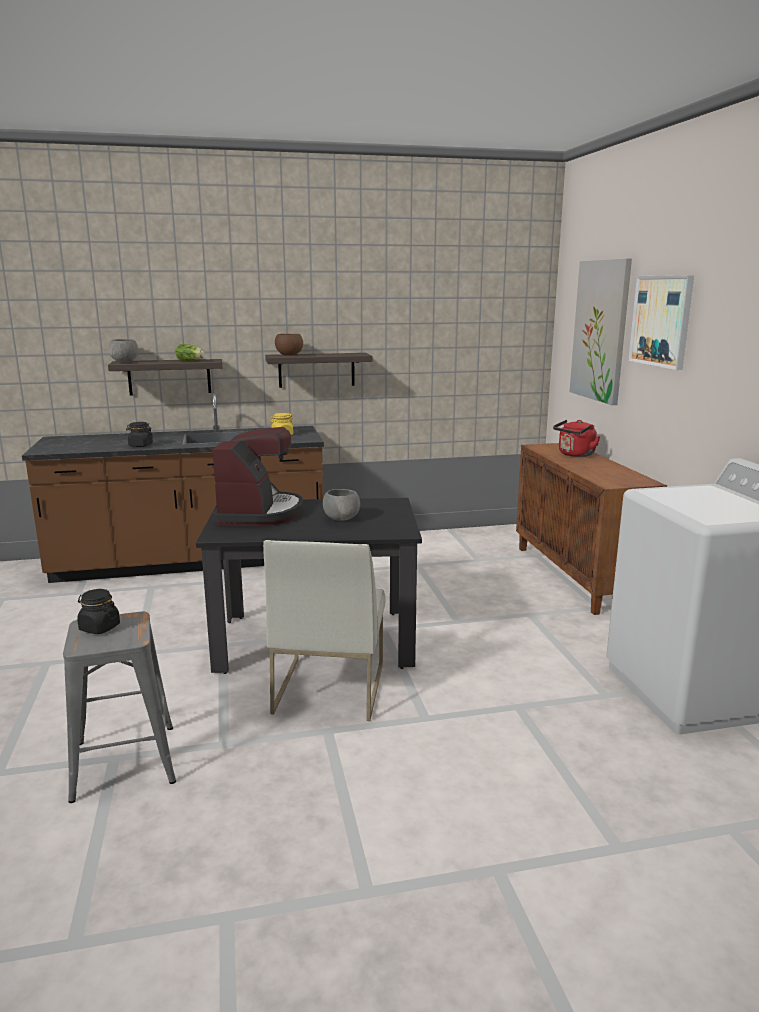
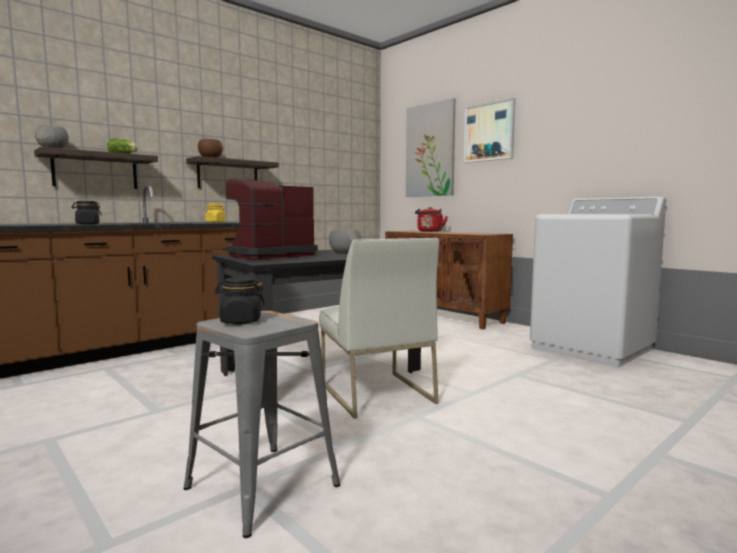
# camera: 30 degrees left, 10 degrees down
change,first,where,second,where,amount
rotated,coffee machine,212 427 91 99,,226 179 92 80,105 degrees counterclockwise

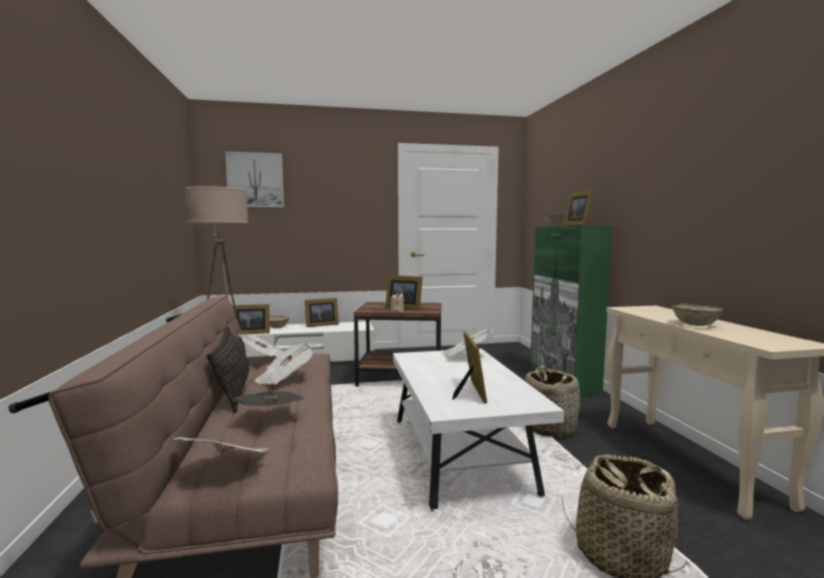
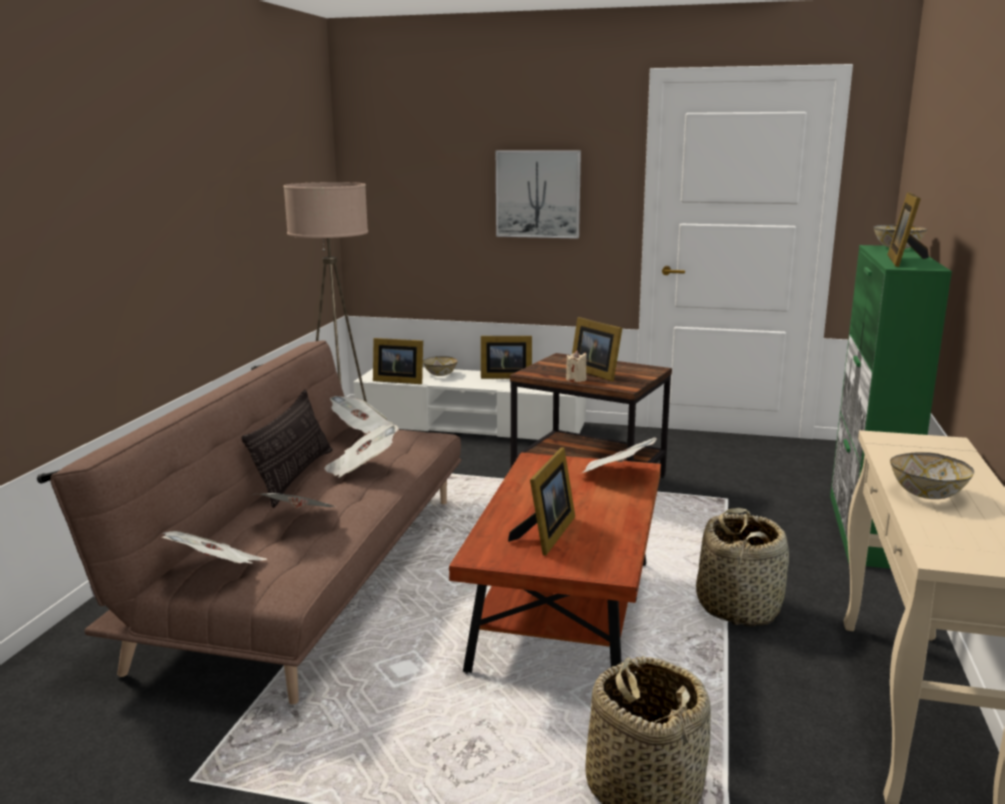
# camera: 25 degrees right, 10 degrees up
change,first,where,second,where,amount
shifted,picture,226 152 58 55,,496 151 85 88,
repainted,white coffee table,393 348 171 163,brown coffee table,449 452 212 222,

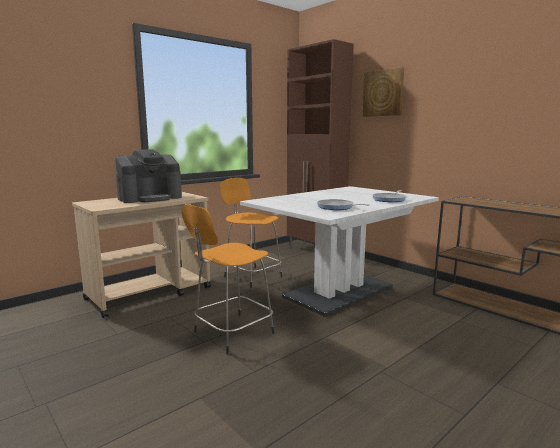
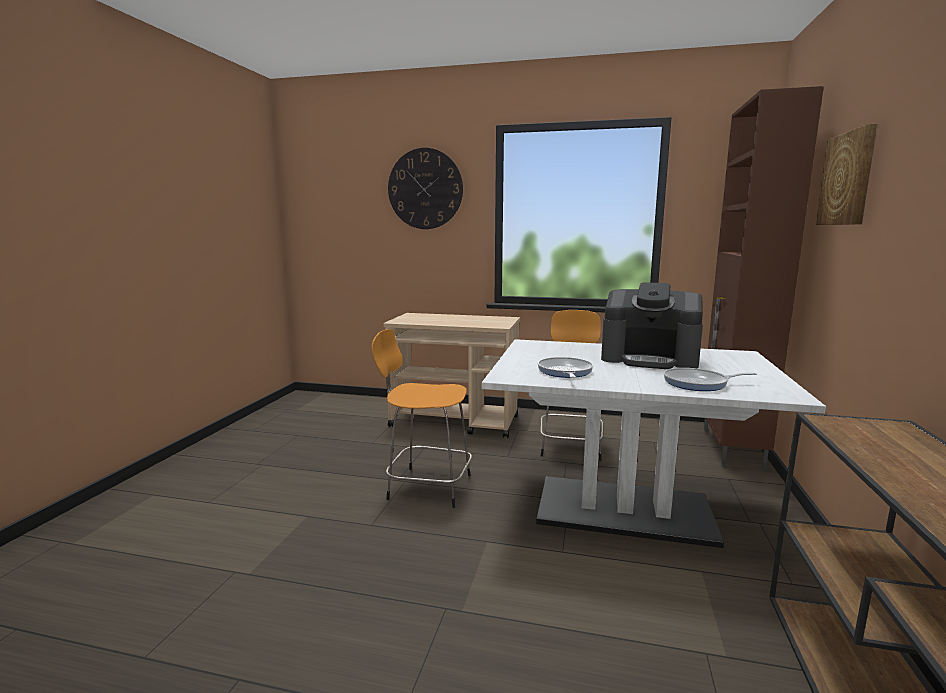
# camera: 55 degrees right, 0 degrees up
change,first,where,second,where,amount
shifted,coffee machine,115 149 67 54,,601 282 102 87,
new,,,wall clock,388 148 75 81,

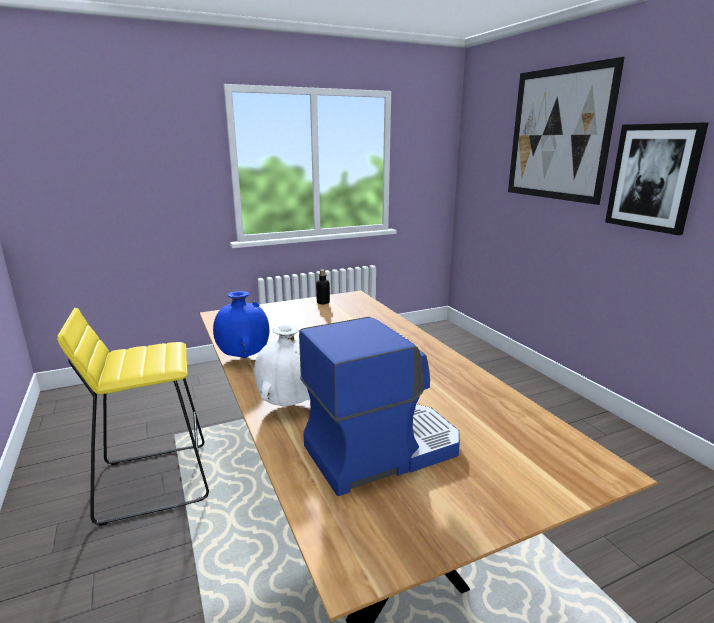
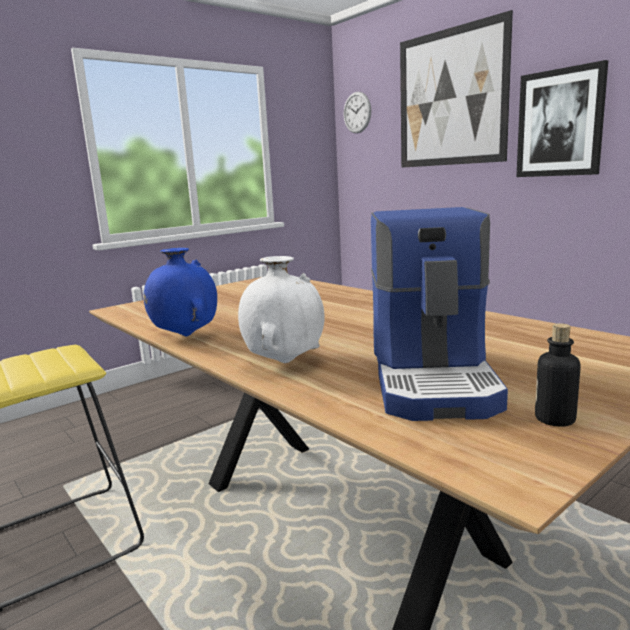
# camera: 15 degrees left, 5 degrees down
change,first,where,second,where,amount
shifted,bottle,316 269 14 35,,535 323 46 104,
rotated,coffee machine,299 317 161 179,,371 207 137 214,135 degrees clockwise
new,,,wall clock,344 92 27 41,

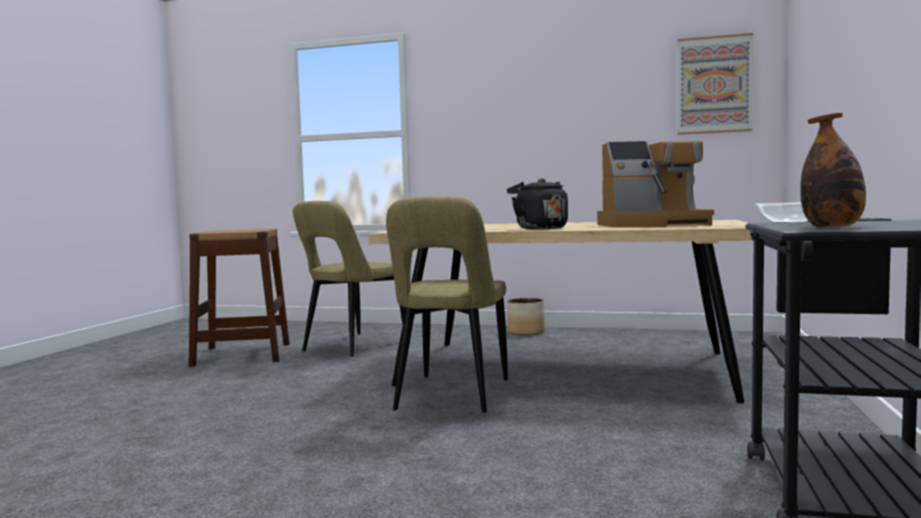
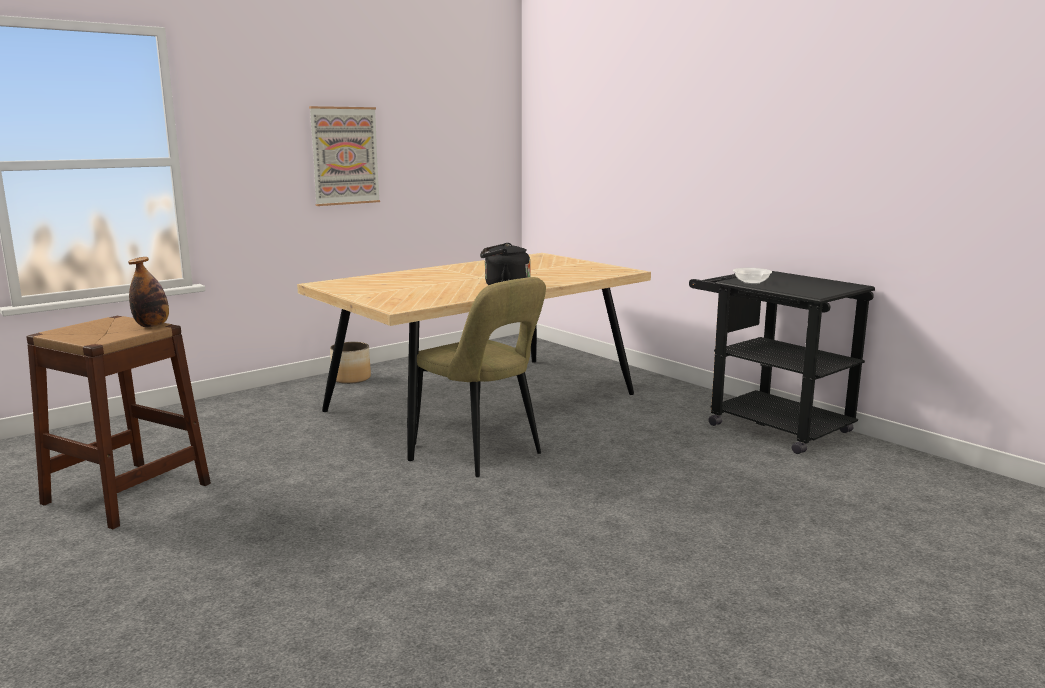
# camera: 55 degrees left, 10 degrees up
change,first,where,second,where,amount
shifted,picture,677 33 76 102,,309 106 71 100,
shifted,bottle,800 113 66 115,,128 257 41 70,
gone,coffee machine,597 140 117 87,,,
gone,beige chair,293 201 112 156,,,

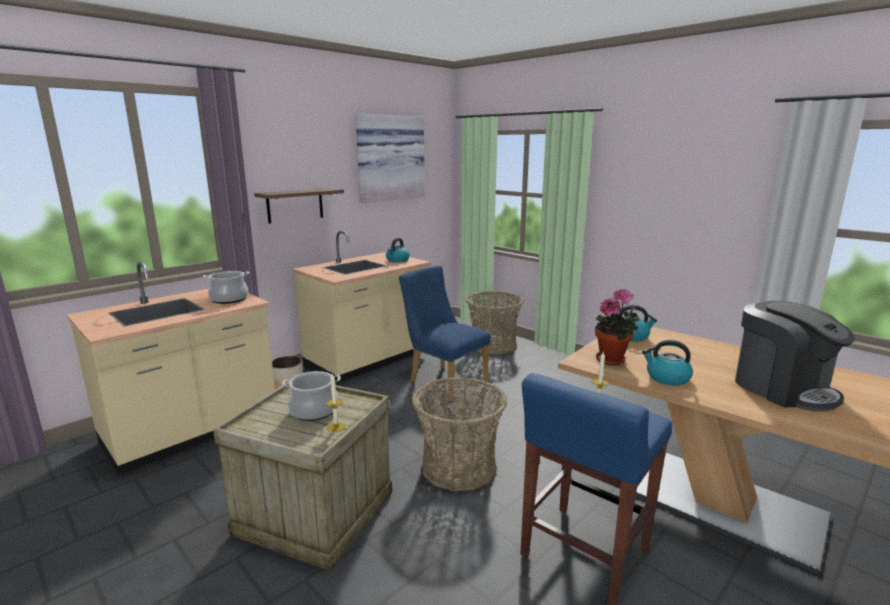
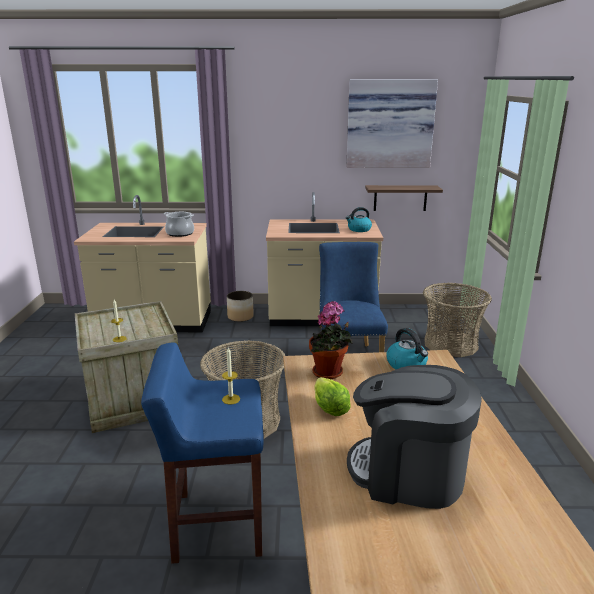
# camera: 45 degrees right, 5 degrees up
change,first,where,second,where,amount
shifted,shelf,254 188 90 36,,365 185 78 26,
rotated,coffee machine,735 301 120 111,,347 365 135 144,90 degrees clockwise
swapped,kettle,642 340 51 45,lettuce,314 377 37 39,
gone,cooking pot,282 371 59 50,,,

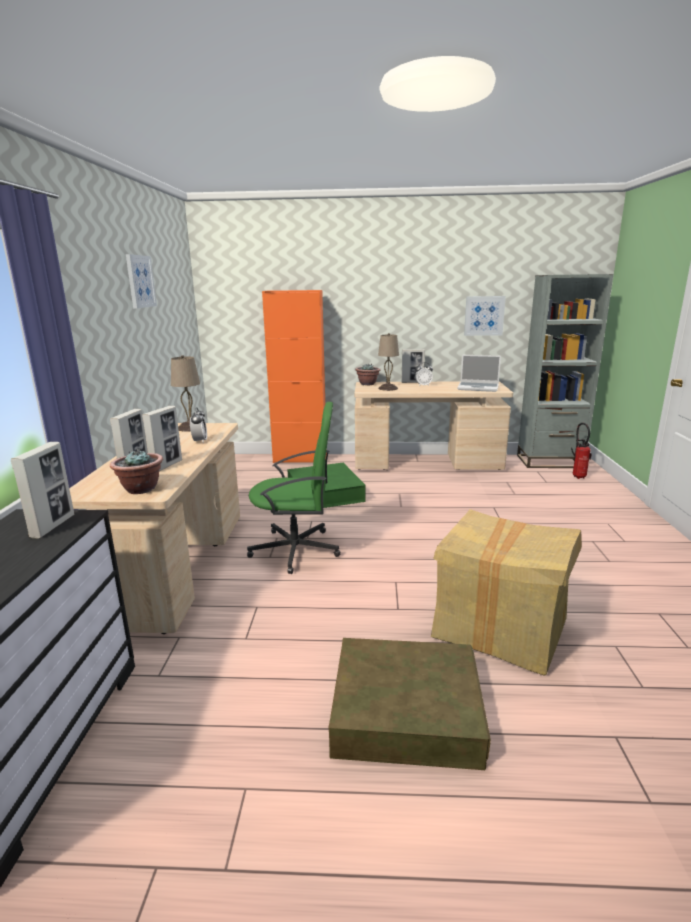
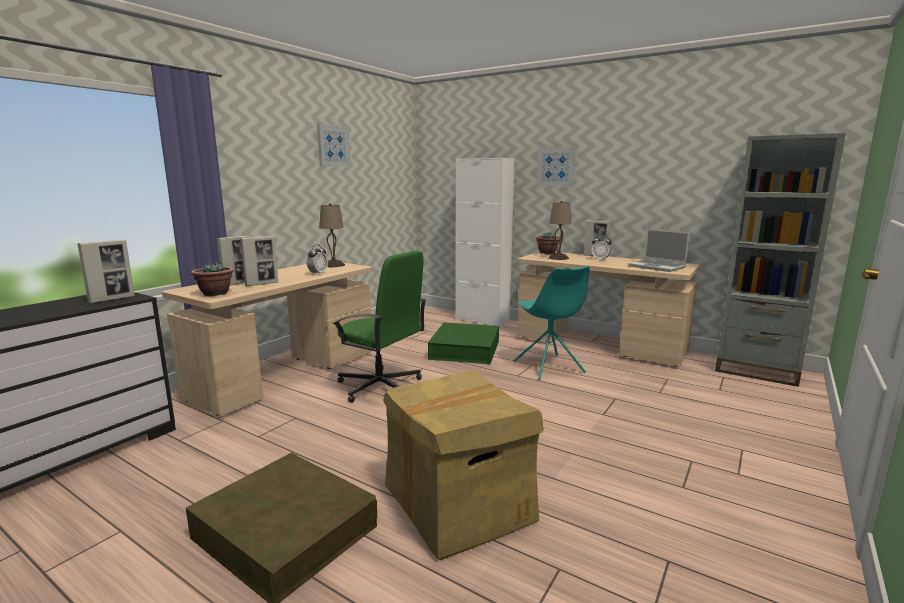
# camera: 30 degrees right, 5 degrees down
change,first,where,second,where,amount
repainted,orange cabinet,262 290 65 173,white cabinet,456 158 58 169,
shifted,picture,464 296 42 40,,537 146 39 41,
gone,fire extinguisher,571 423 21 56,,,
new,,,turquoise chair,514 266 76 114,

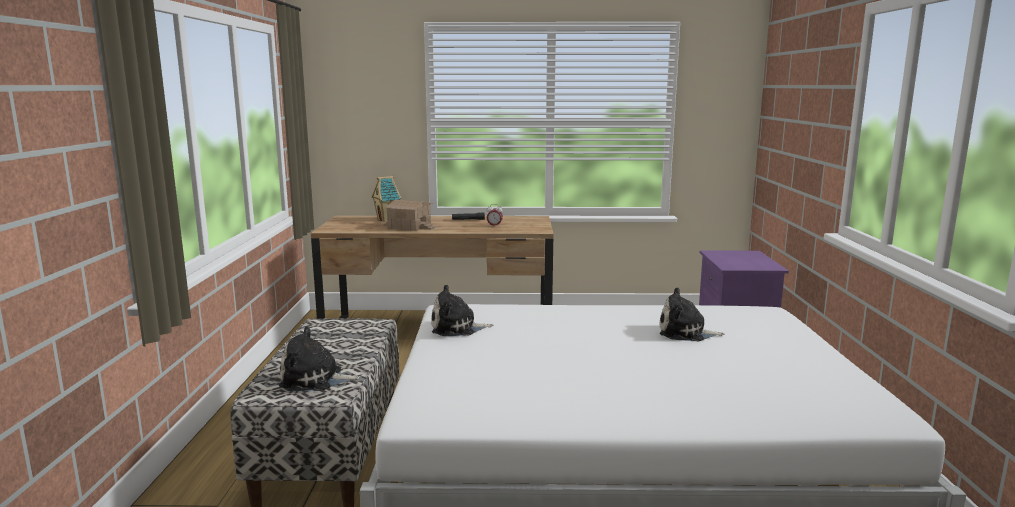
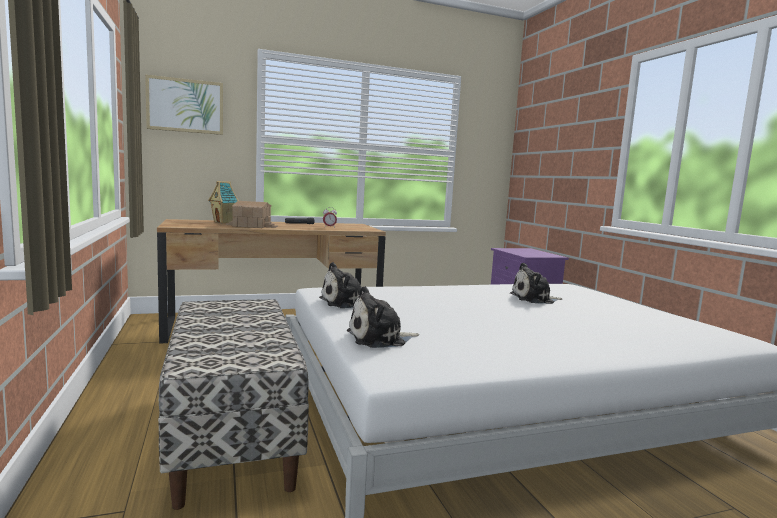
# camera: 20 degrees left, 5 degrees down
change,first,where,second,where,amount
shifted,plush toy,279 326 81 65,,347 286 72 62,
new,,,picture,145 75 78 60,

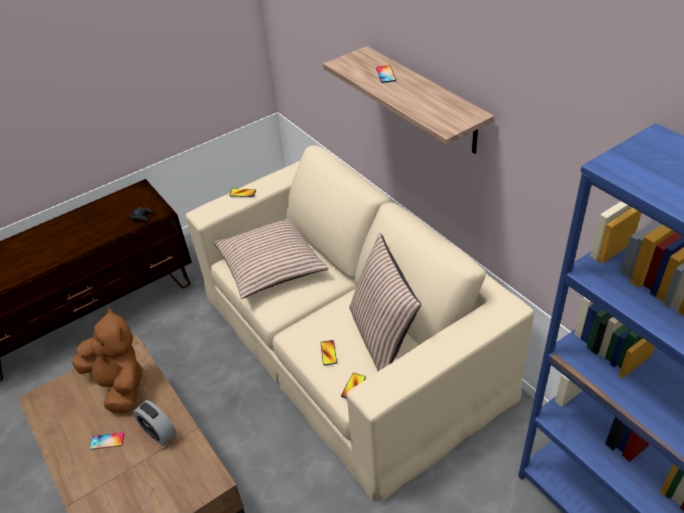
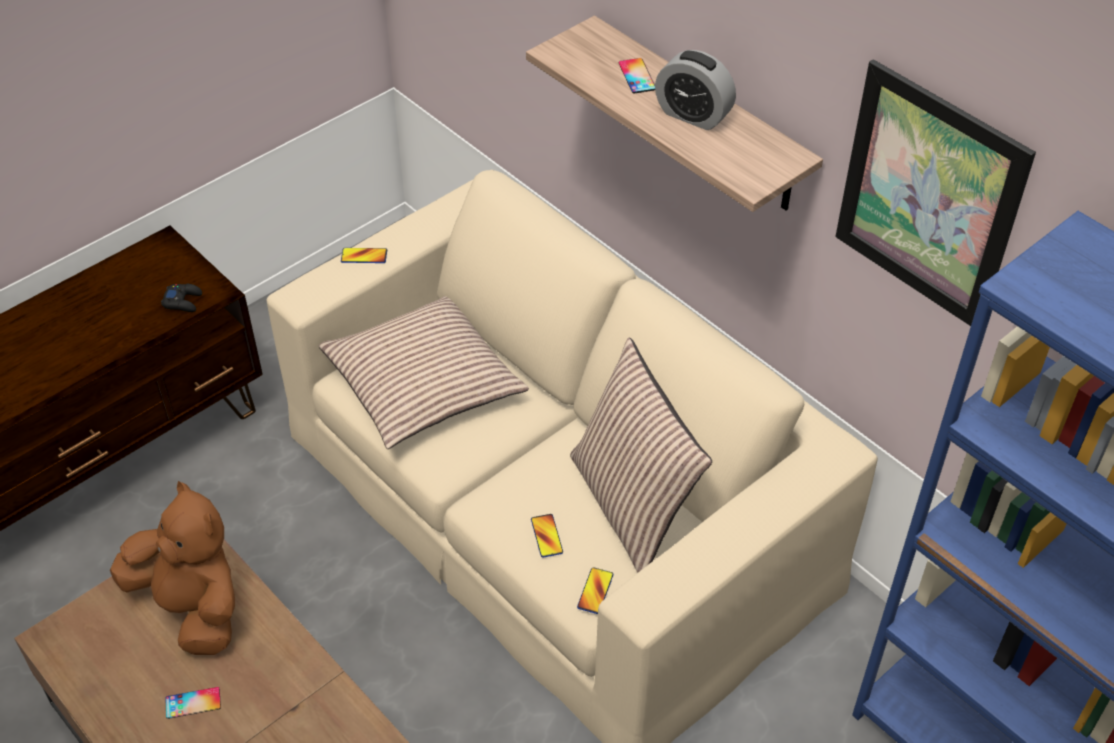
# camera: 10 degrees left, 5 degrees up
change,first,where,second,where,amount
shifted,alarm clock,133 400 43 46,,655 50 81 80,
new,,,picture,835 59 201 267,

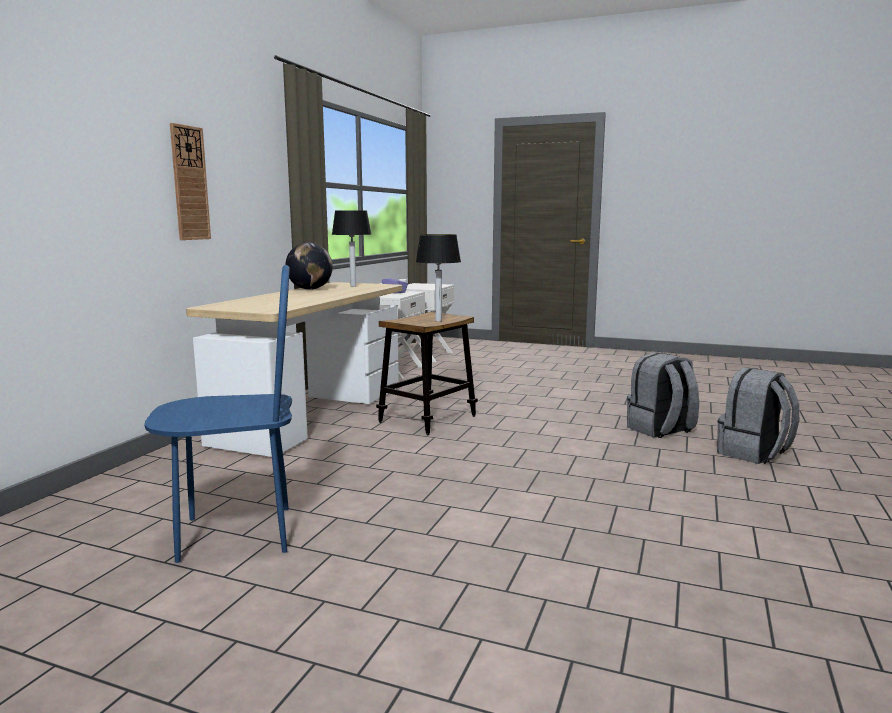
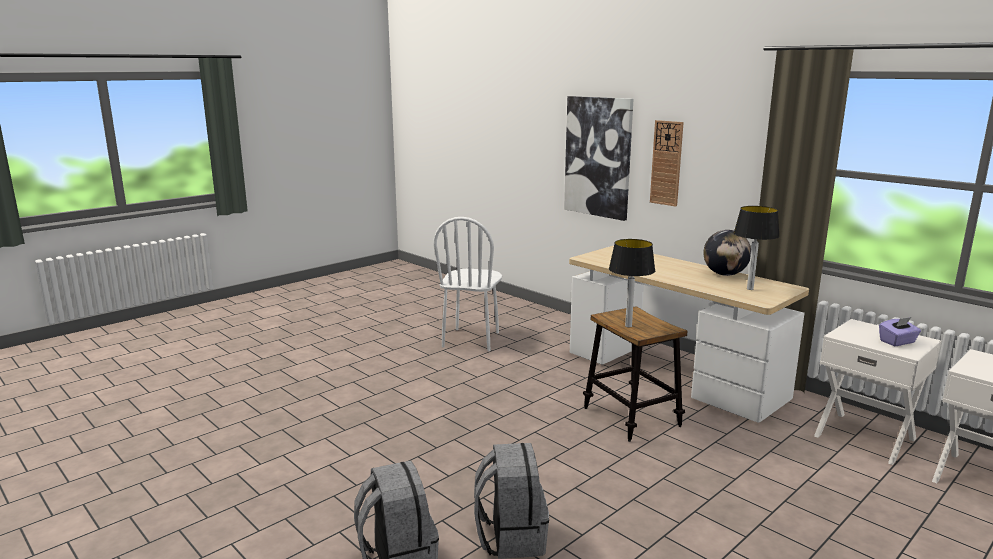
# camera: 115 degrees right, 5 degrees up
change,first,where,second,where,amount
repainted,blue chair,144 265 148 298,white chair,433 217 69 134,
new,,,picture,564 96 70 125,

